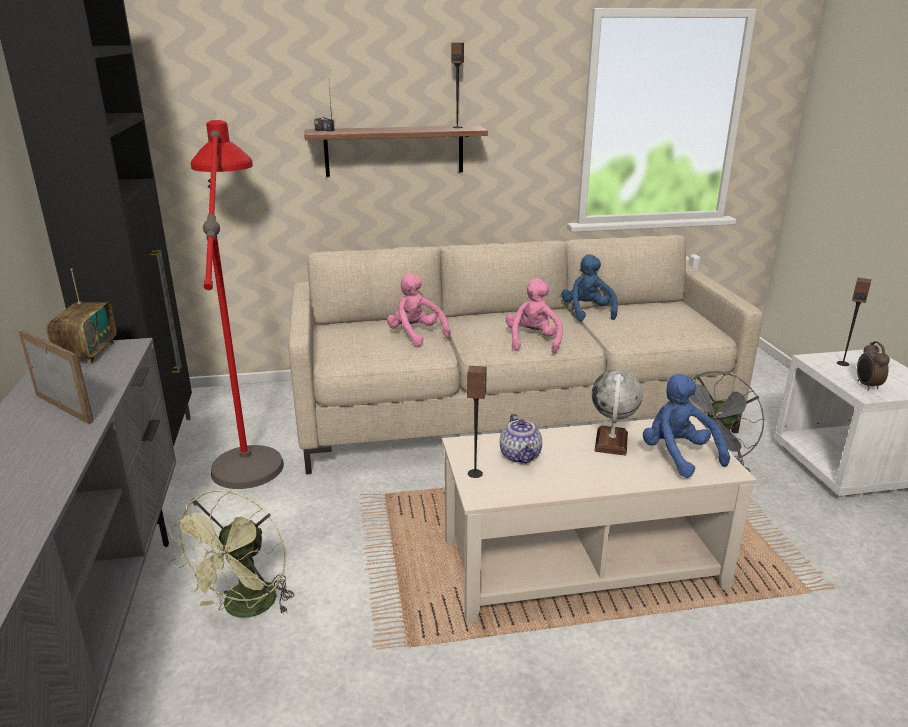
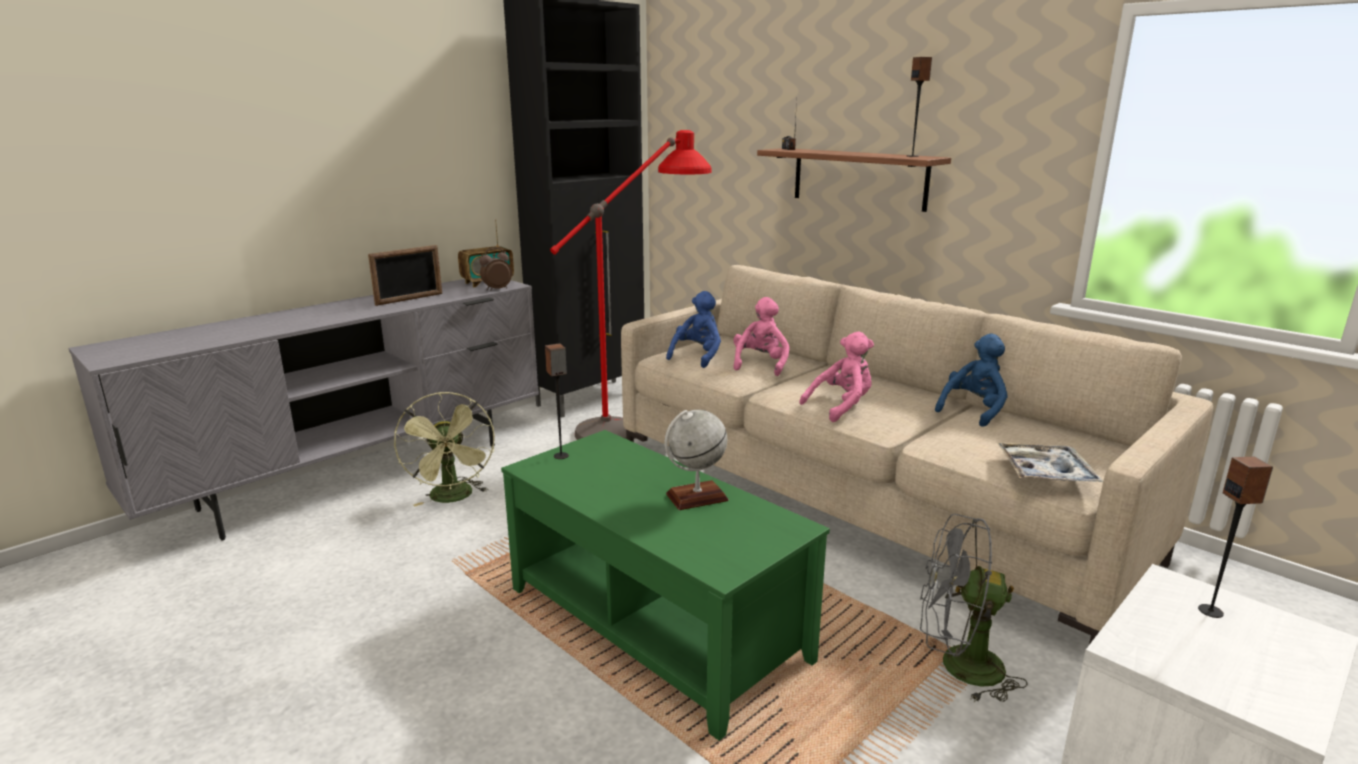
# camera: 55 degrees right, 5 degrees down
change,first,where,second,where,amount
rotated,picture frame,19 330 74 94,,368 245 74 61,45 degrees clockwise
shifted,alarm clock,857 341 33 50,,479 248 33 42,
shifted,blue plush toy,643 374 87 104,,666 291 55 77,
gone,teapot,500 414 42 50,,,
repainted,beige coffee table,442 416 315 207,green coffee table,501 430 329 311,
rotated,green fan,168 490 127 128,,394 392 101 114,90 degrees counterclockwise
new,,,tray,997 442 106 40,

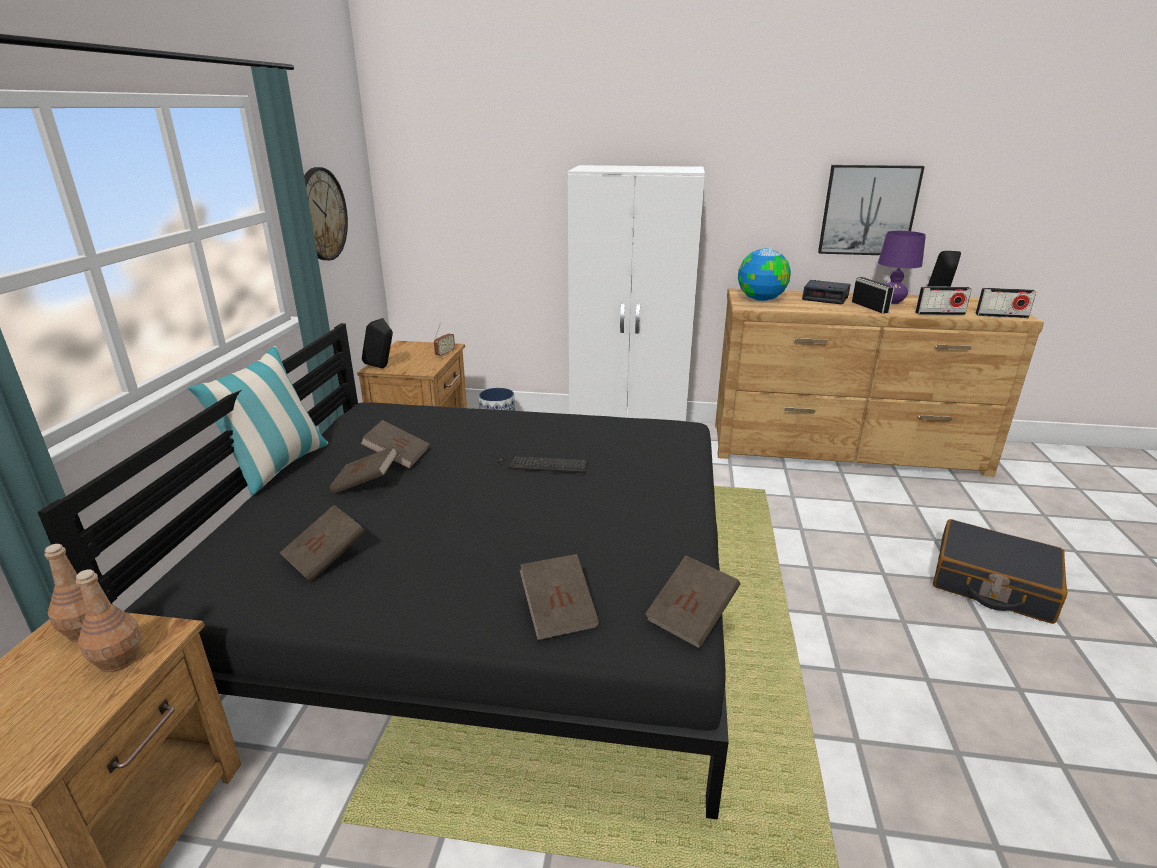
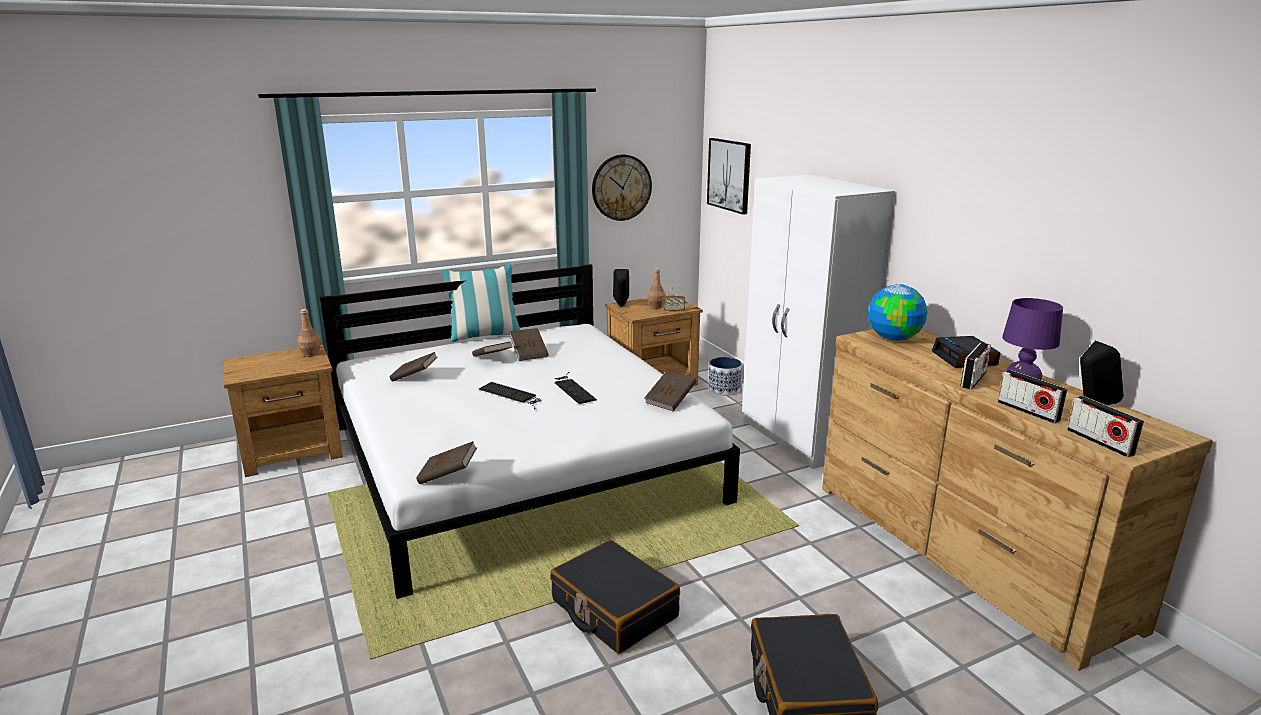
# camera: 55 degrees right, 5 degrees down
change,first,where,second,where,amount
shifted,picture,818 165 107 90,,707 138 44 77,
repainted,black bed,38 323 691 497,white bed,320 264 420 335,
shifted,brown book,520 554 80 86,,645 370 51 42,
shifted,brown bottle,76 569 65 103,,647 268 19 40,
new,,,keyboard,479 382 63 27,
new,,,black suitcase,550 540 130 114,

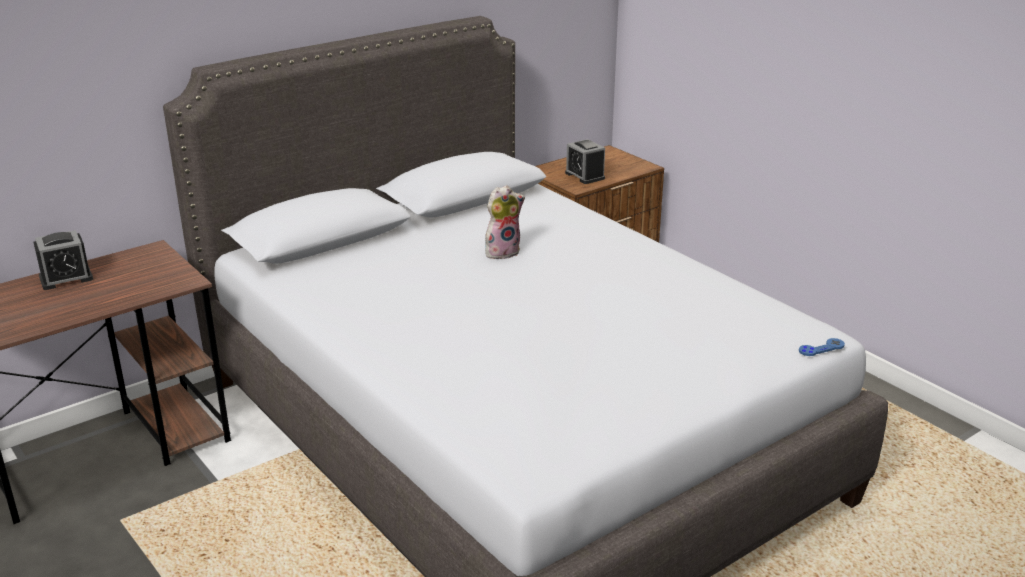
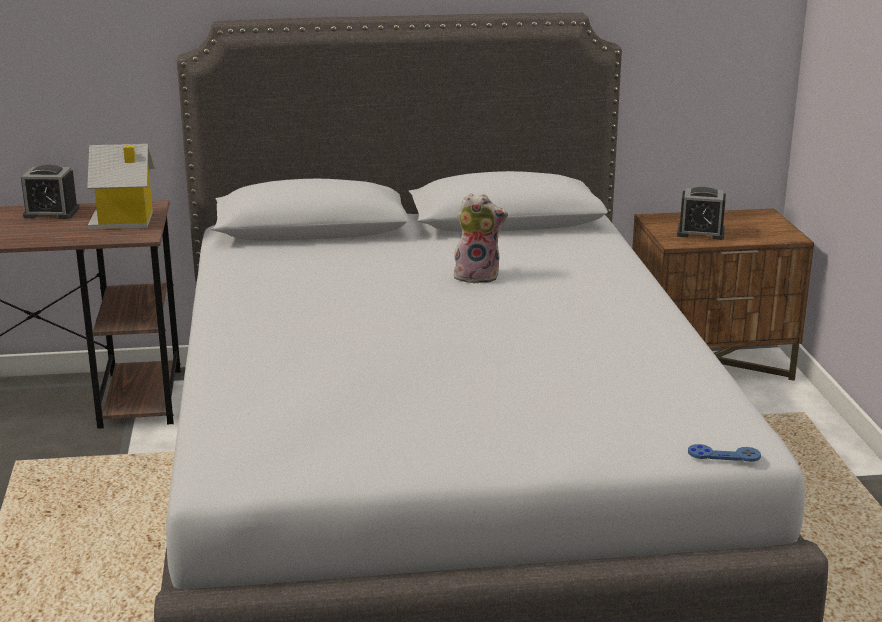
# camera: 30 degrees right, 5 degrees down
change,first,where,second,where,amount
rotated,alarm clock,565 139 40 45,,677 187 49 53,75 degrees counterclockwise
new,,,toy house,87 144 68 85,

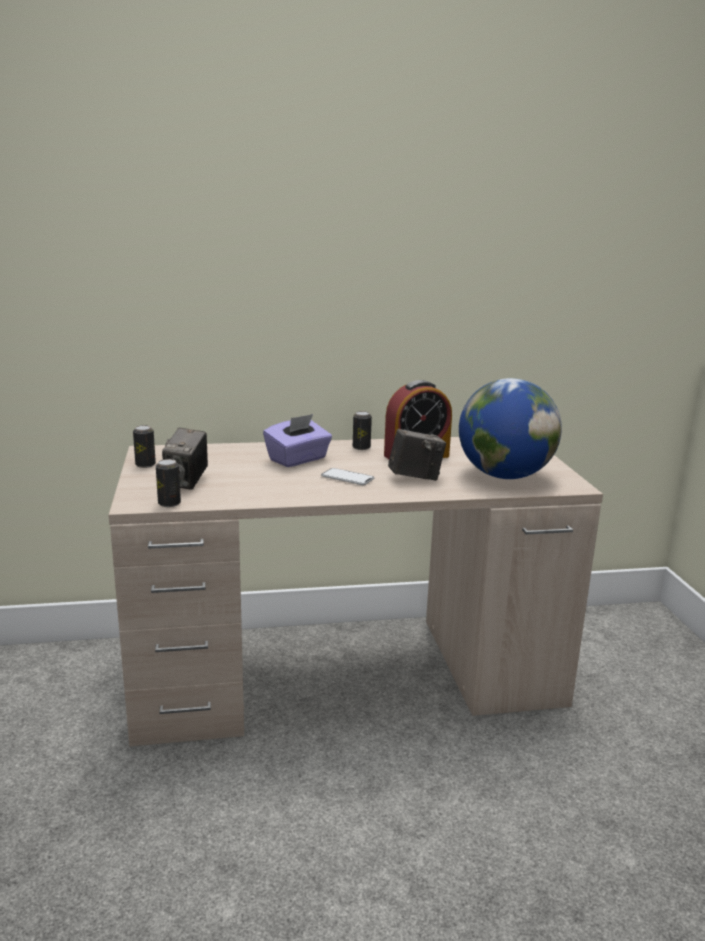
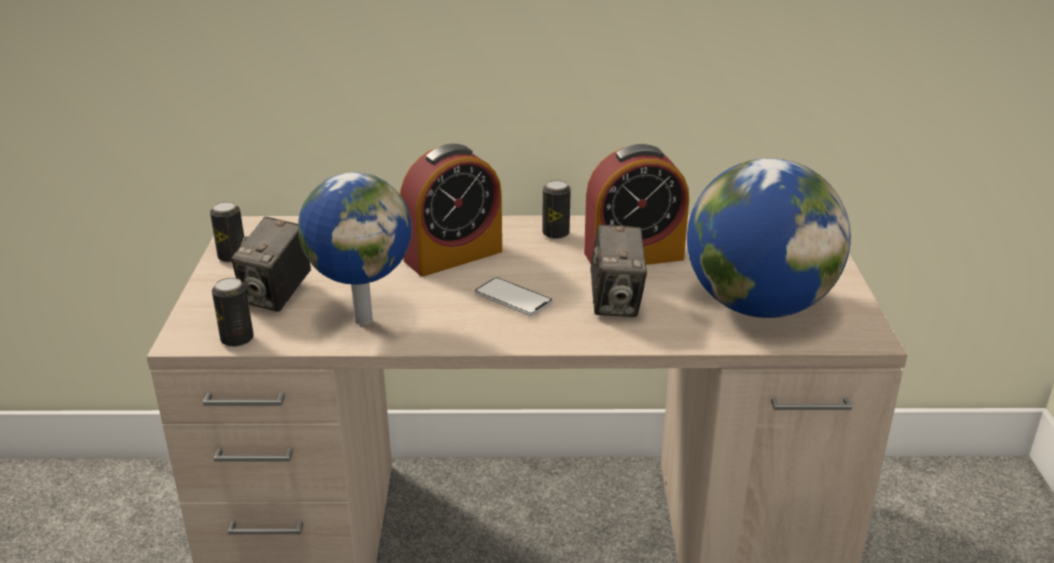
# camera: 10 degrees right, 10 degrees up
change,first,where,second,where,amount
swapped,purple tissue box,263 414 69 53,alarm clock,400 144 102 132,
rotated,photo camera,388 428 58 53,,590 225 57 92,90 degrees clockwise
new,,,globe,298 172 114 153,

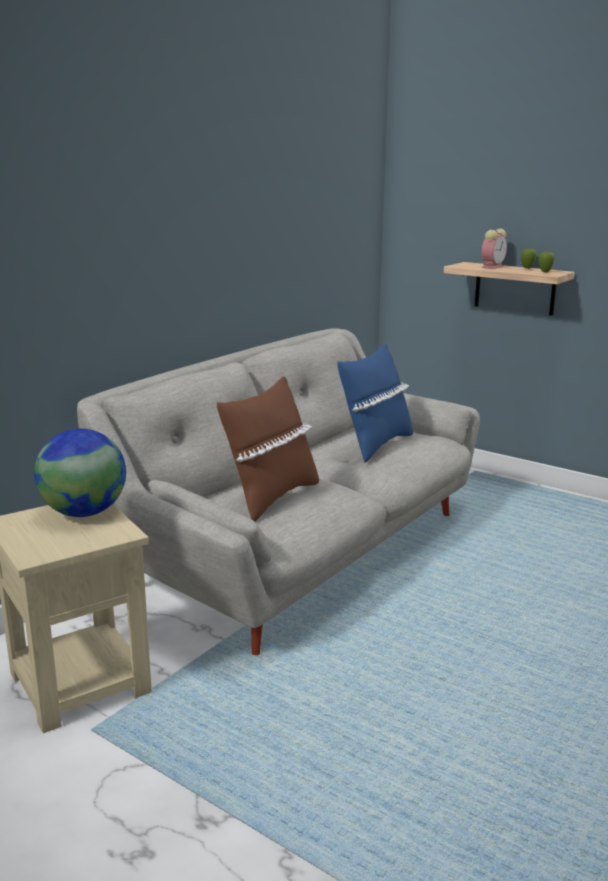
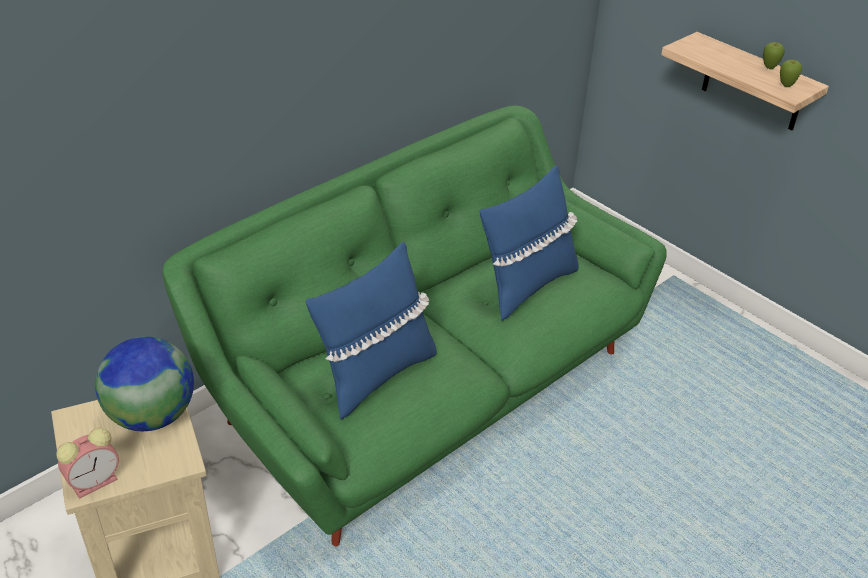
# camera: 10 degrees right, 20 degrees up
change,first,where,second,where,amount
shifted,alarm clock,482 229 25 40,,56 428 63 71,
repainted,grey sofa,77 328 403 327,green sofa,163 106 504 440,
repainted,brown pillow,217 376 102 146,blue pillow,306 242 131 178,

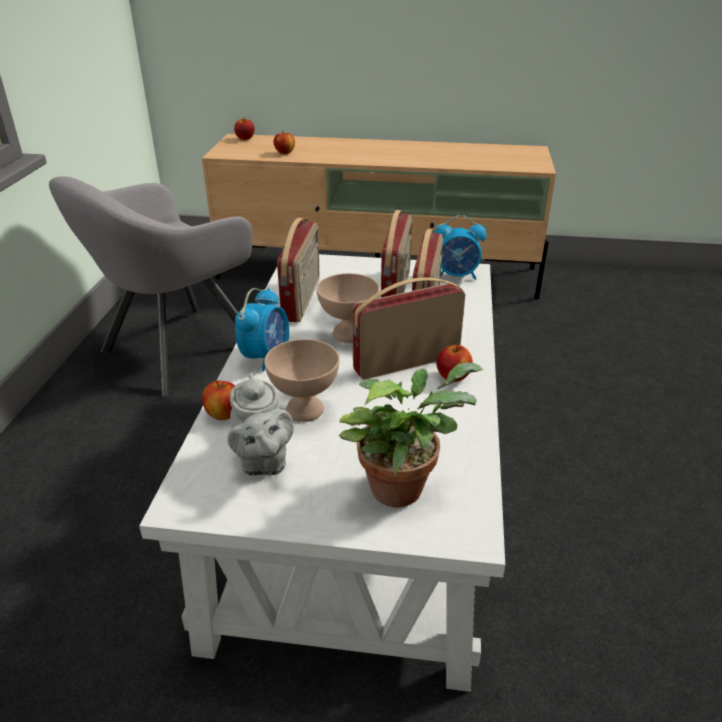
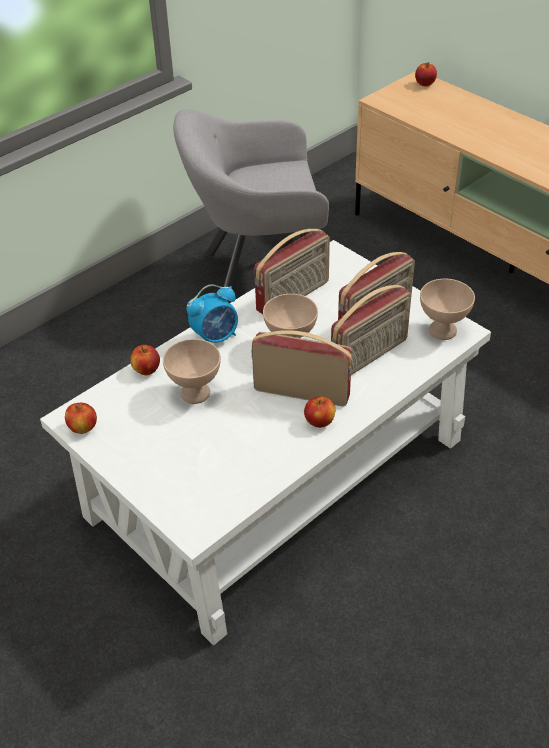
# camera: 40 degrees right, 10 degrees up
change,first,where,second,where,amount
shifted,apple,274 130 21 24,,65 403 32 31,
swapped,alarm clock,434 215 53 65,beige bowl,420 279 55 61,
gone,potted plant,339 362 145 145,,,
gone,grey teapot,227 373 67 103,,,

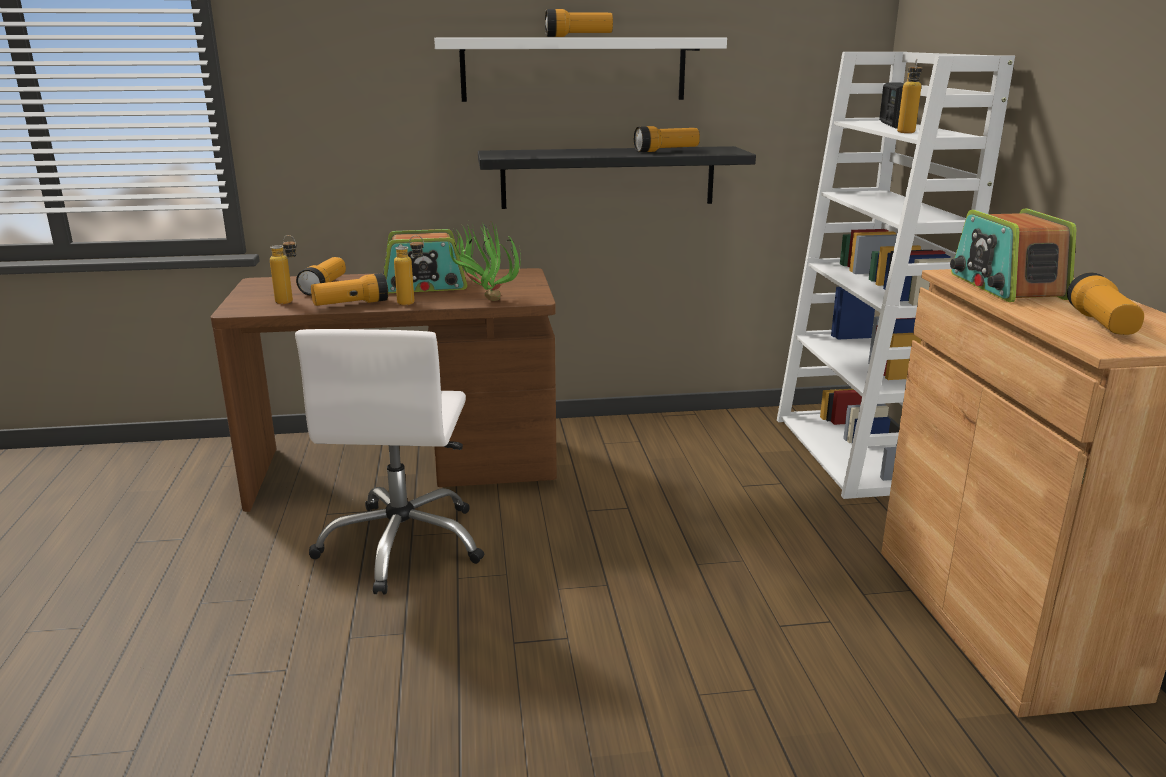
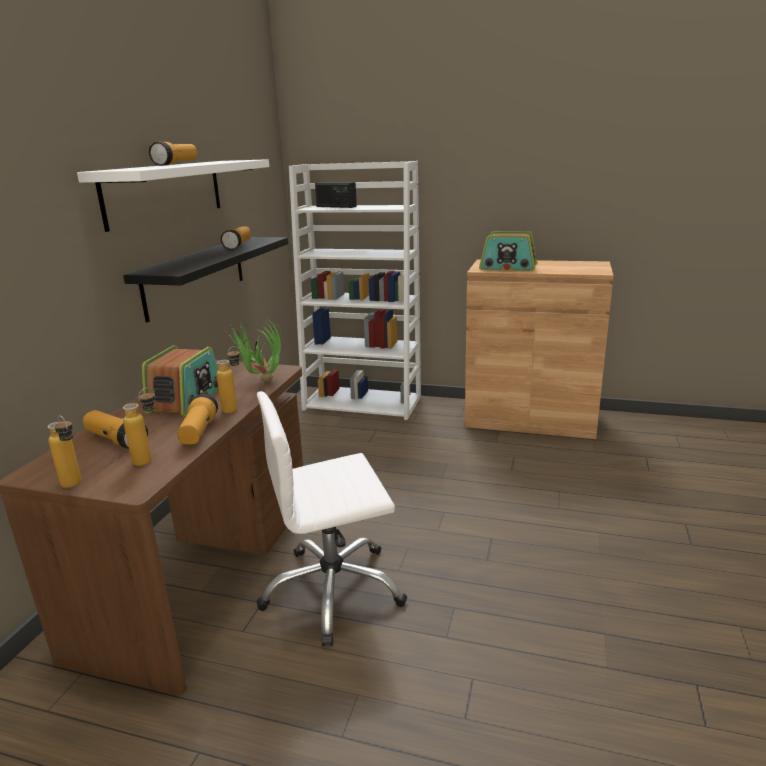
# camera: 65 degrees left, 0 degrees up
change,first,where,second,where,amount
shifted,bottle,897 58 26 75,,48 416 34 72,
gone,flashlight,1067 272 77 63,,,
rotated,white office chair,295 329 189 265,,257 391 150 255,135 degrees clockwise

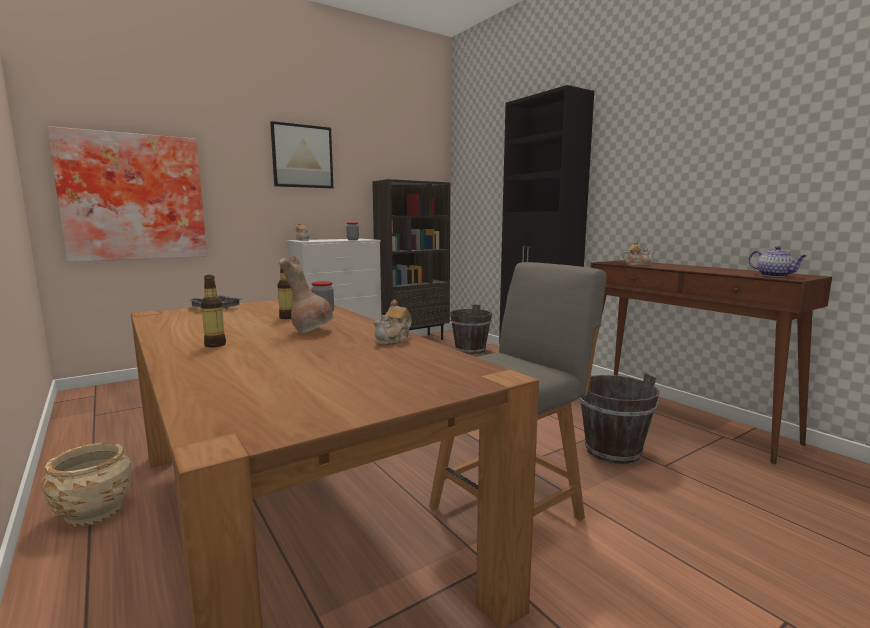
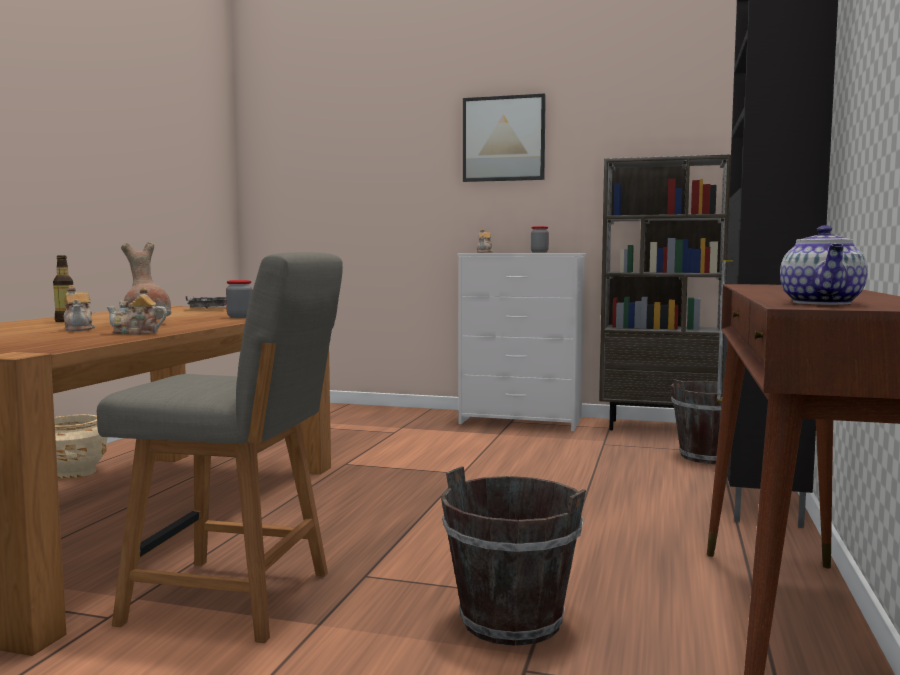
# camera: 50 degrees right, 5 degrees down
change,first,where,second,where,amount
gone,picture,47 126 160 136,,,
shifted,teapot,622 241 33 25,,63 285 32 46,
gone,bottle,277 268 17 51,,,

